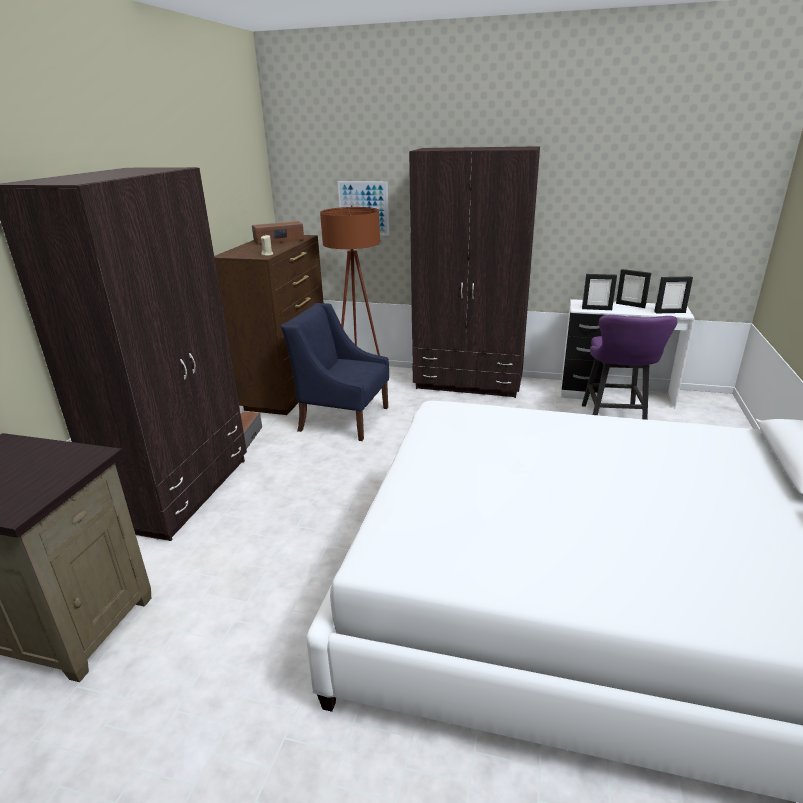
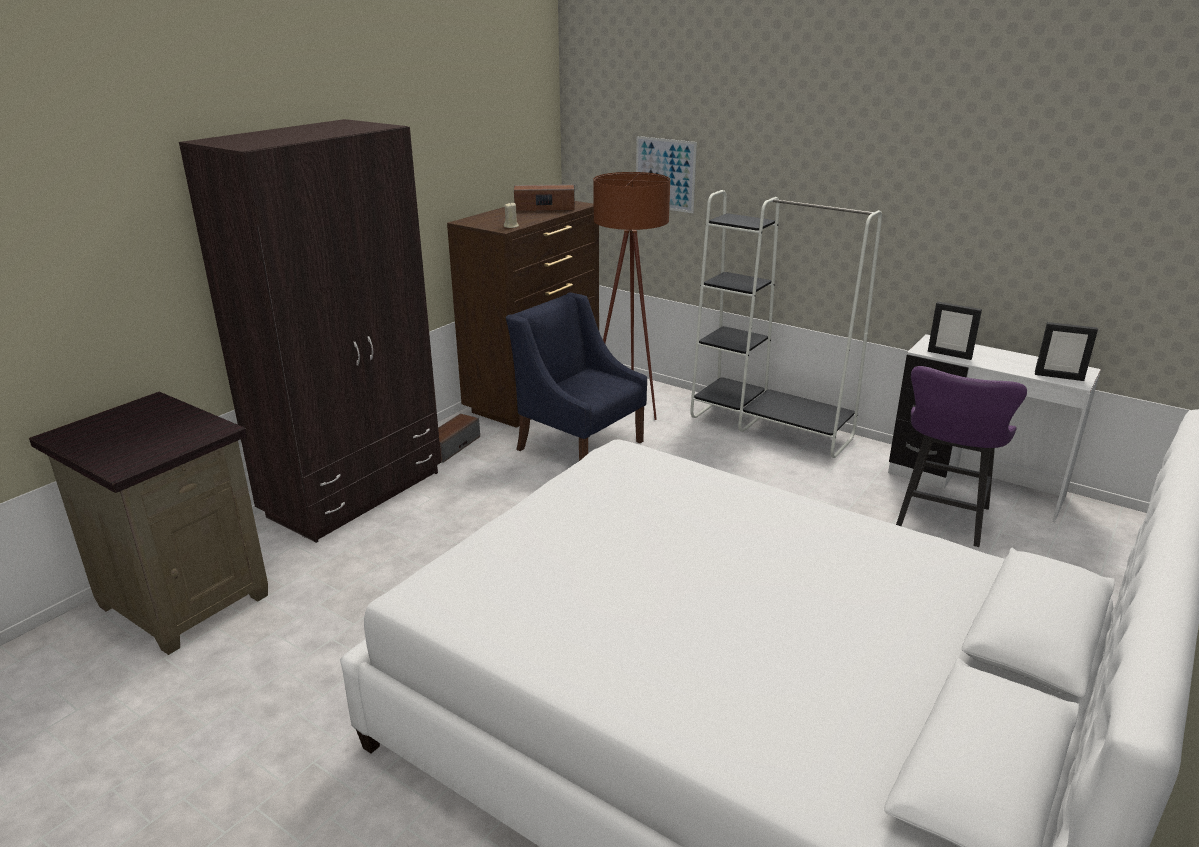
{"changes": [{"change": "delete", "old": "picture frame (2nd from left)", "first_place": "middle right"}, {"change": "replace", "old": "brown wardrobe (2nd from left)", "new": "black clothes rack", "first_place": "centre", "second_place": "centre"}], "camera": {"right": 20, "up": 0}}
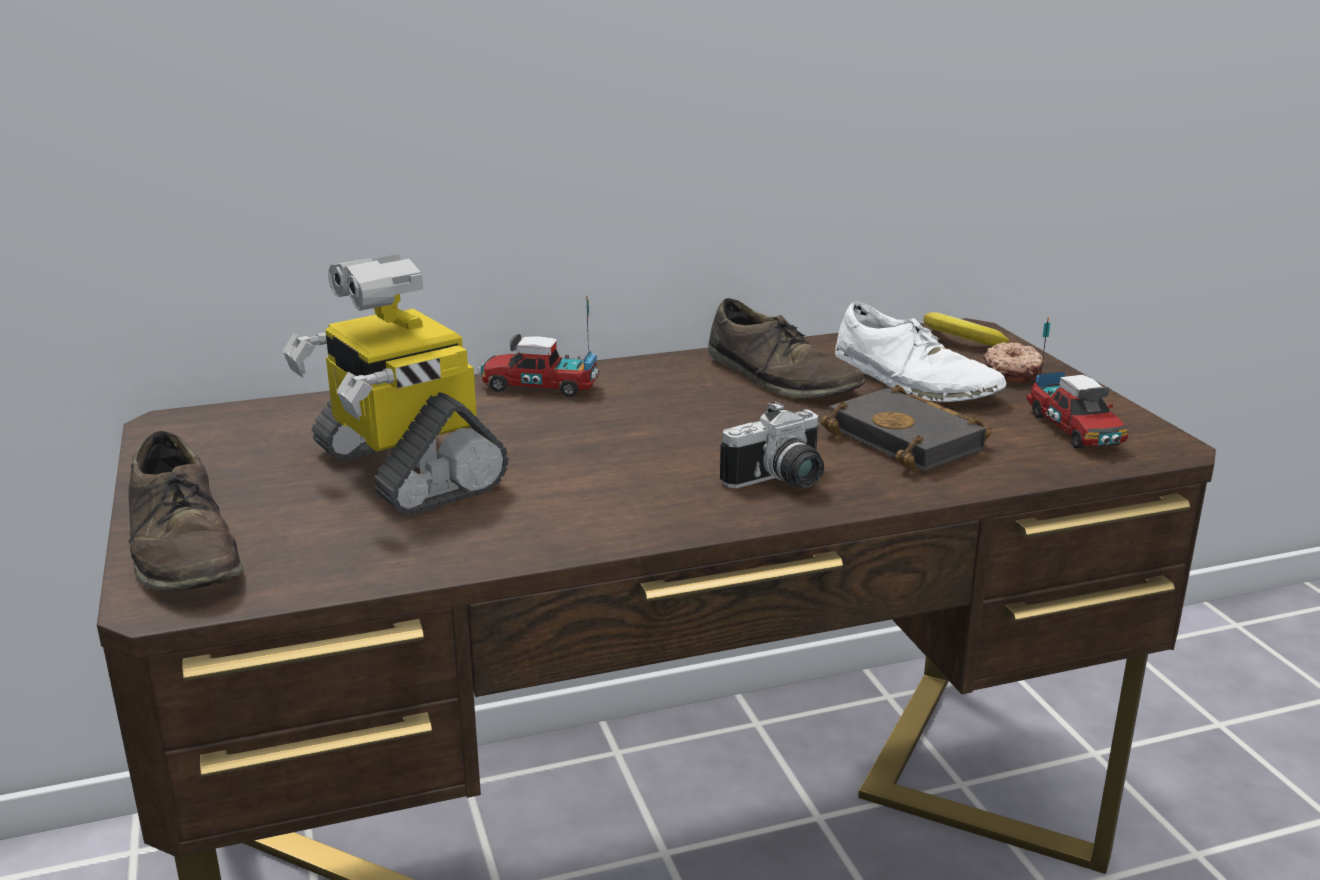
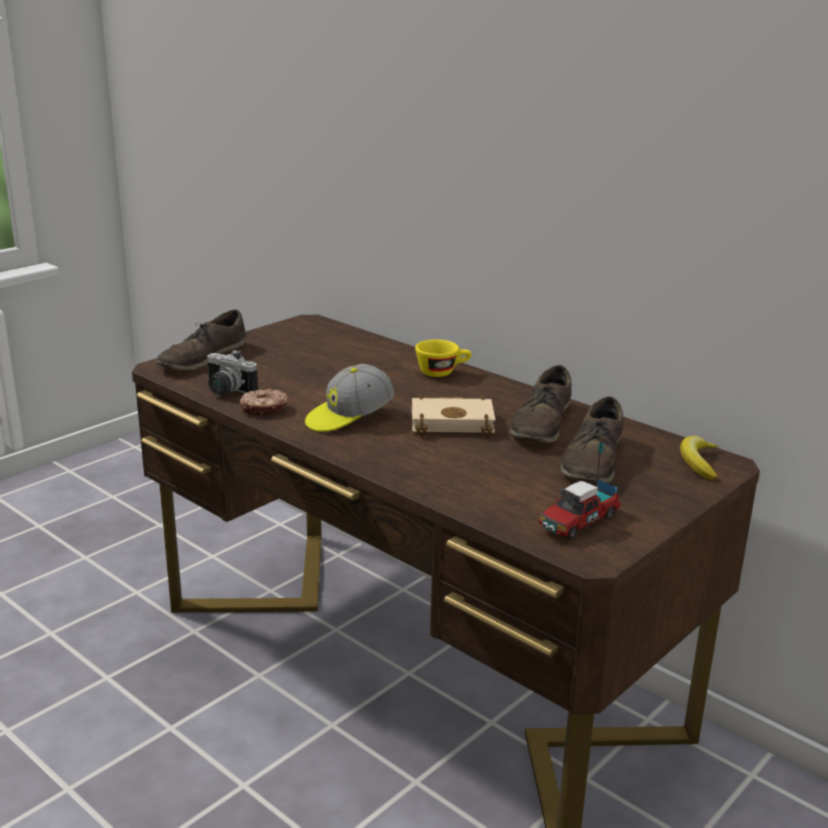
{"changes": [{"change": "delete", "old": "toy robot", "first_place": "middle left"}, {"change": "delete", "old": "black book", "first_place": "middle right"}, {"change": "insert", "new": "cap", "second_place": "centre"}, {"change": "insert", "new": "beige book", "second_place": "centre"}, {"change": "move", "old": "photo camera", "first_place": "centre", "second_place": "middle left"}, {"change": "move", "old": "donut", "first_place": "middle right", "second_place": "middle left"}, {"change": "replace", "old": "toy truck (1st from left)", "new": "yellow cup", "first_place": "centre", "second_place": "centre"}, {"change": "recolor", "old": "white shoe", "new": "brown shoe (3rd from left)", "first_place": "middle right", "second_place": "middle right"}], "camera": {"right": 60, "up": 0}}
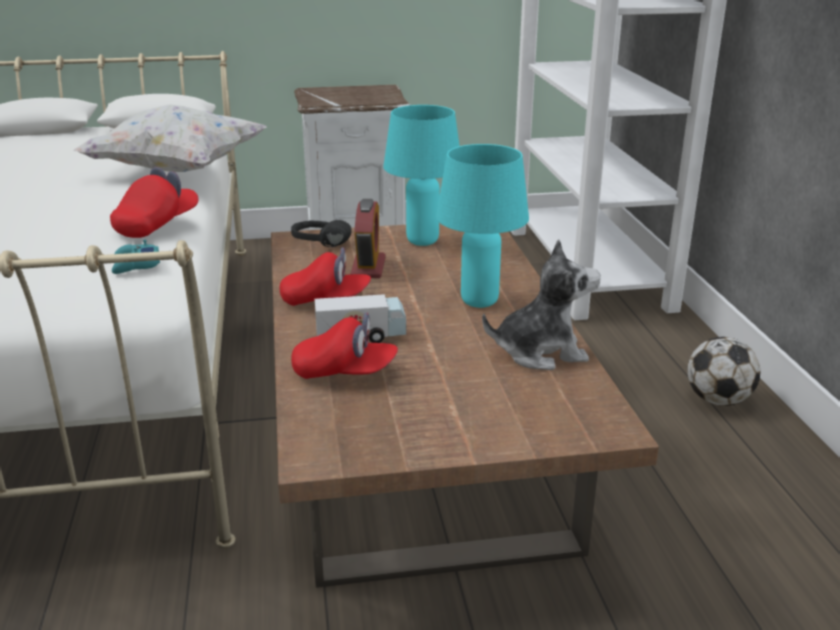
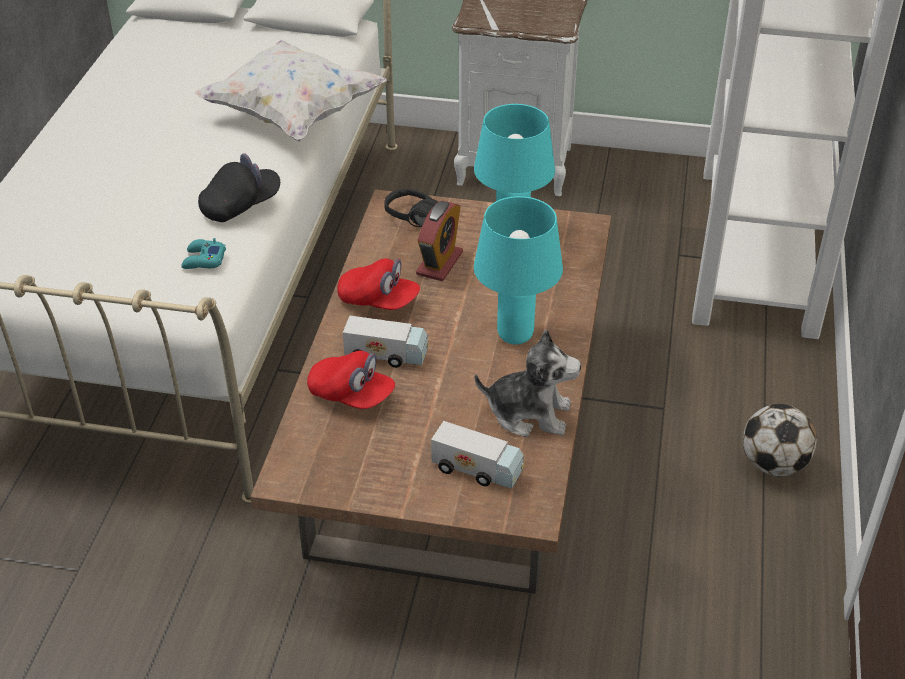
{"changes": [{"change": "insert", "new": "toy truck (2nd from left)", "second_place": "bottom centre"}, {"change": "recolor", "old": "red cap (1st from left)", "new": "black cap", "first_place": "top left", "second_place": "top left"}], "camera": {"right": 20, "up": 15}}
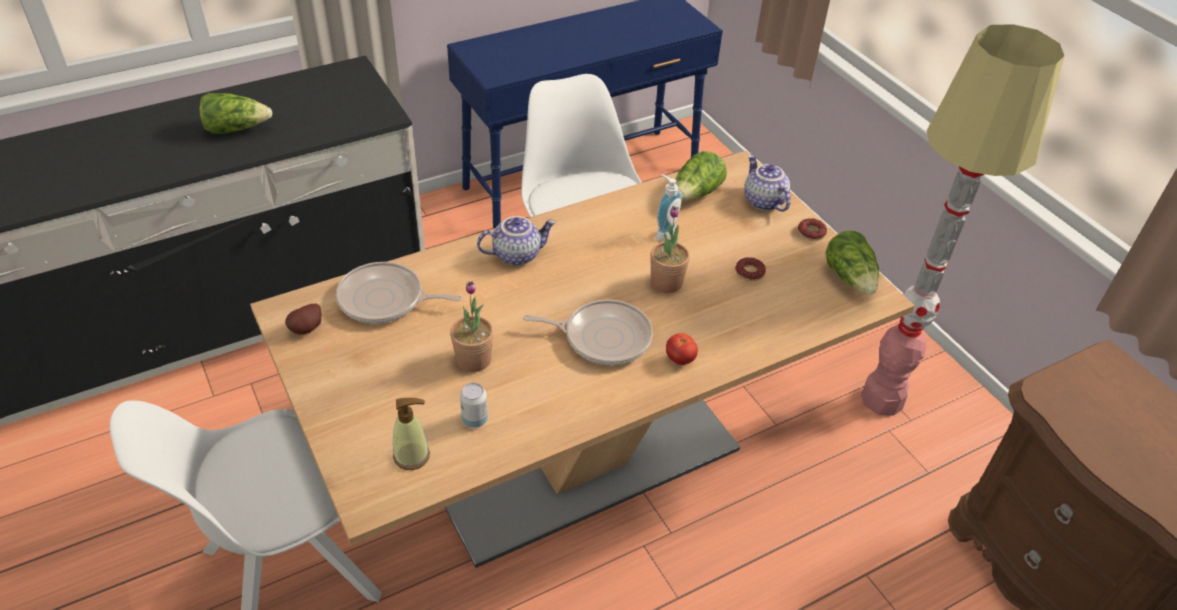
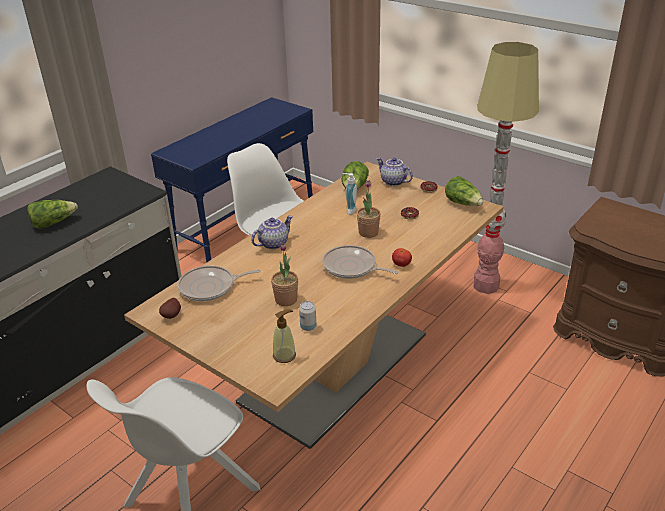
{"changes": [{"change": "rotate", "old": "frying pan (2nd from left)", "first_place": "centre", "second_place": "centre", "degrees": -135}], "camera": {"right": -20, "up": -10}}
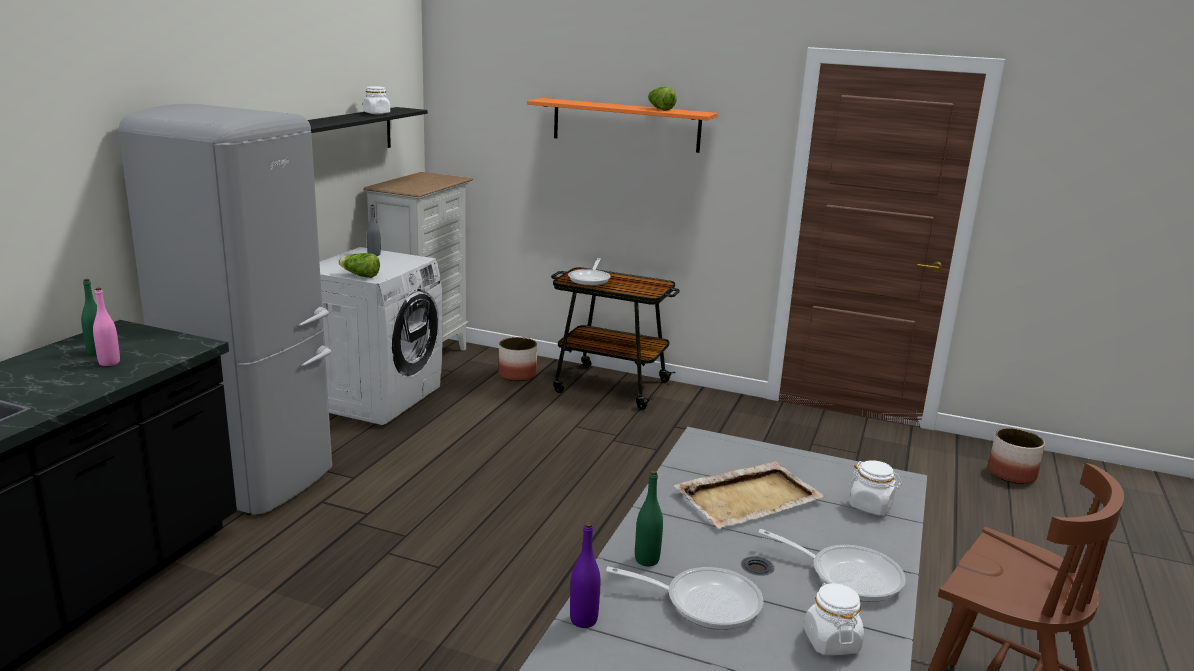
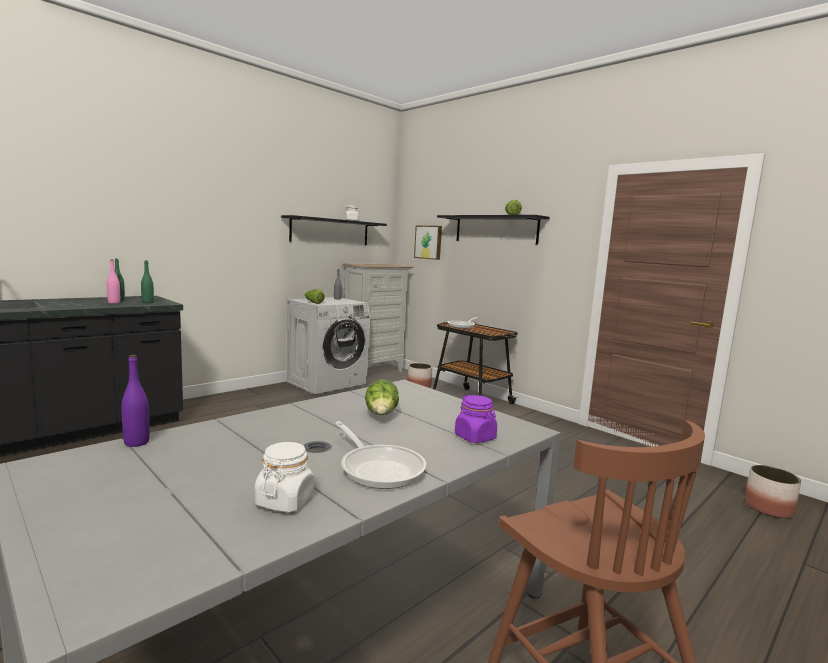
{"changes": [{"change": "delete", "old": "grey fridge", "first_place": "middle left"}, {"change": "delete", "old": "frying pan (2nd from left)", "first_place": "bottom centre"}, {"change": "insert", "new": "picture", "second_place": "centre"}, {"change": "move", "old": "green bottle (2nd from left)", "first_place": "bottom centre", "second_place": "middle left"}, {"change": "replace", "old": "beige tray", "new": "lettuce (2nd from left)", "first_place": "bottom centre", "second_place": "centre"}, {"change": "recolor", "old": "orange shelf", "new": "black shelf (2nd from left)", "first_place": "top centre", "second_place": "centre"}, {"change": "recolor", "old": "white jar (3rd from left)", "new": "purple jar", "first_place": "bottom right", "second_place": "centre"}], "camera": {"right": 25, "up": -10}}
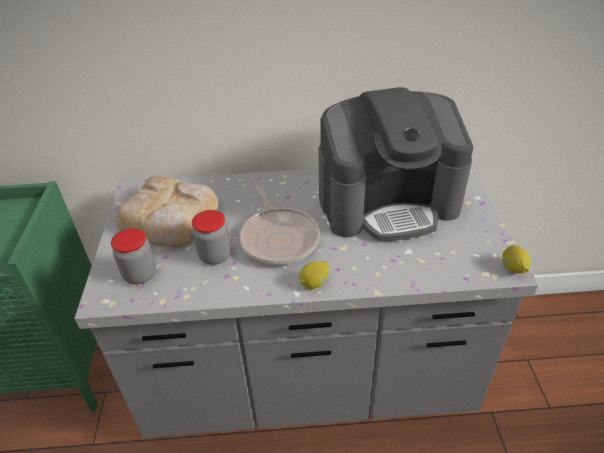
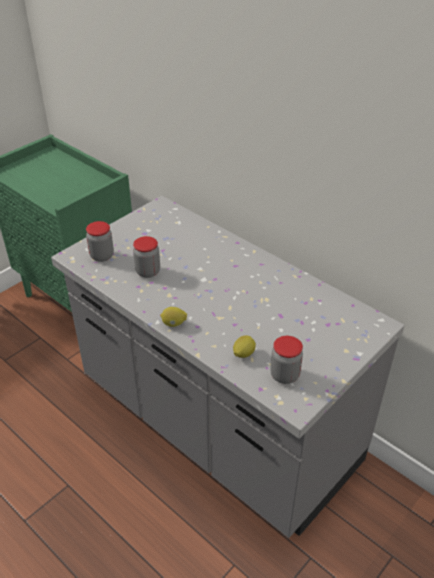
{"changes": [{"change": "delete", "old": "bread", "first_place": "middle left"}, {"change": "delete", "old": "frying pan", "first_place": "centre"}, {"change": "delete", "old": "coffee machine", "first_place": "centre"}, {"change": "insert", "new": "jar (3rd from left)", "second_place": "centre"}, {"change": "move", "old": "lemon (2nd from left)", "first_place": "middle right", "second_place": "centre"}], "camera": {"right": 45, "up": 0}}
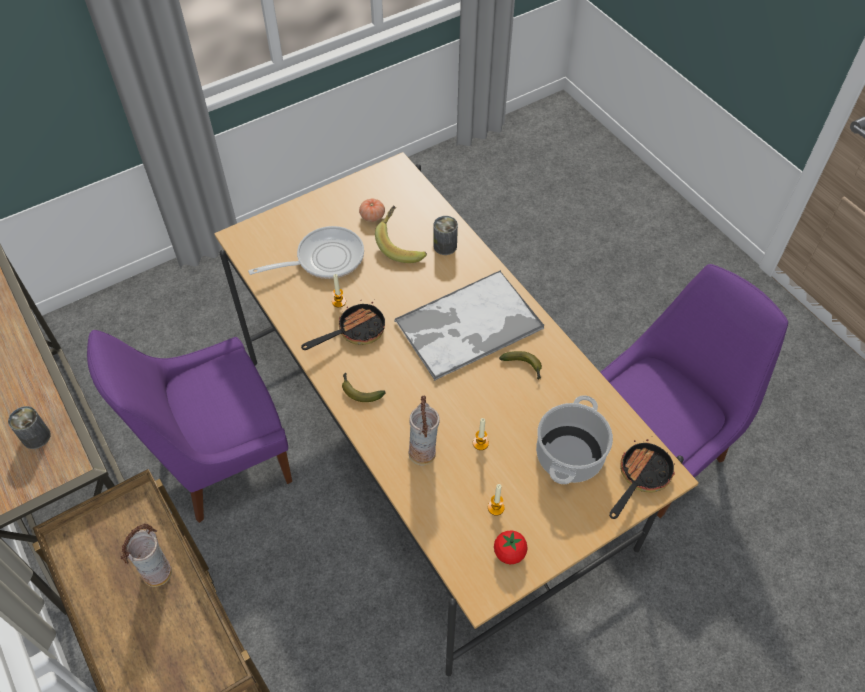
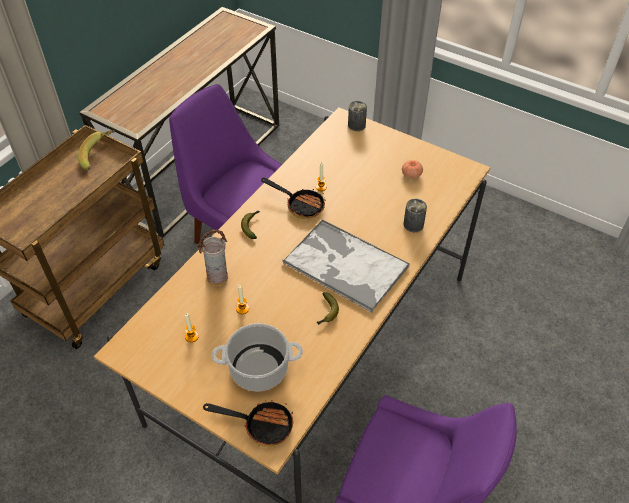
{"changes": [{"change": "delete", "old": "vase (1st from left)", "first_place": "bottom left"}, {"change": "delete", "old": "frying pan (1st from left)", "first_place": "centre"}, {"change": "delete", "old": "tomato (2nd from left)", "first_place": "bottom centre"}, {"change": "move", "old": "can (1st from left)", "first_place": "middle left", "second_place": "top centre"}, {"change": "move", "old": "banana (2nd from left in the first image)", "new": "banana (1st from left)", "first_place": "centre", "second_place": "top left"}], "camera": {"right": 65, "up": -5}}
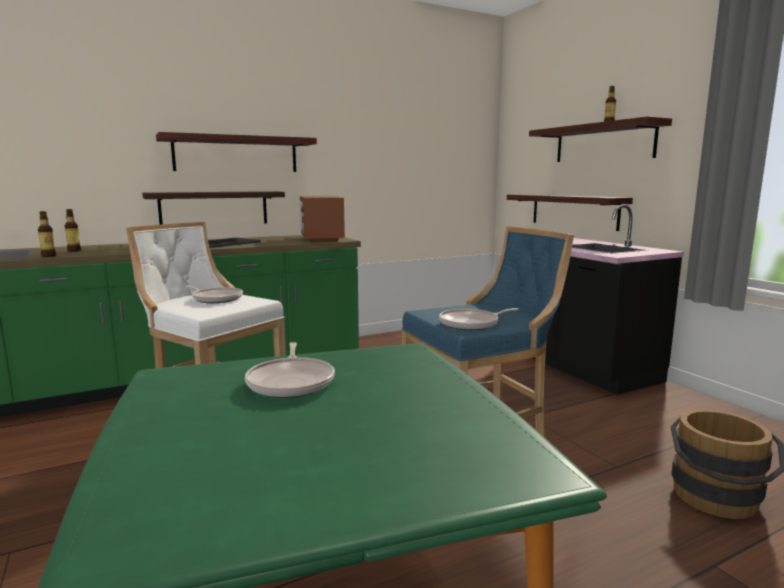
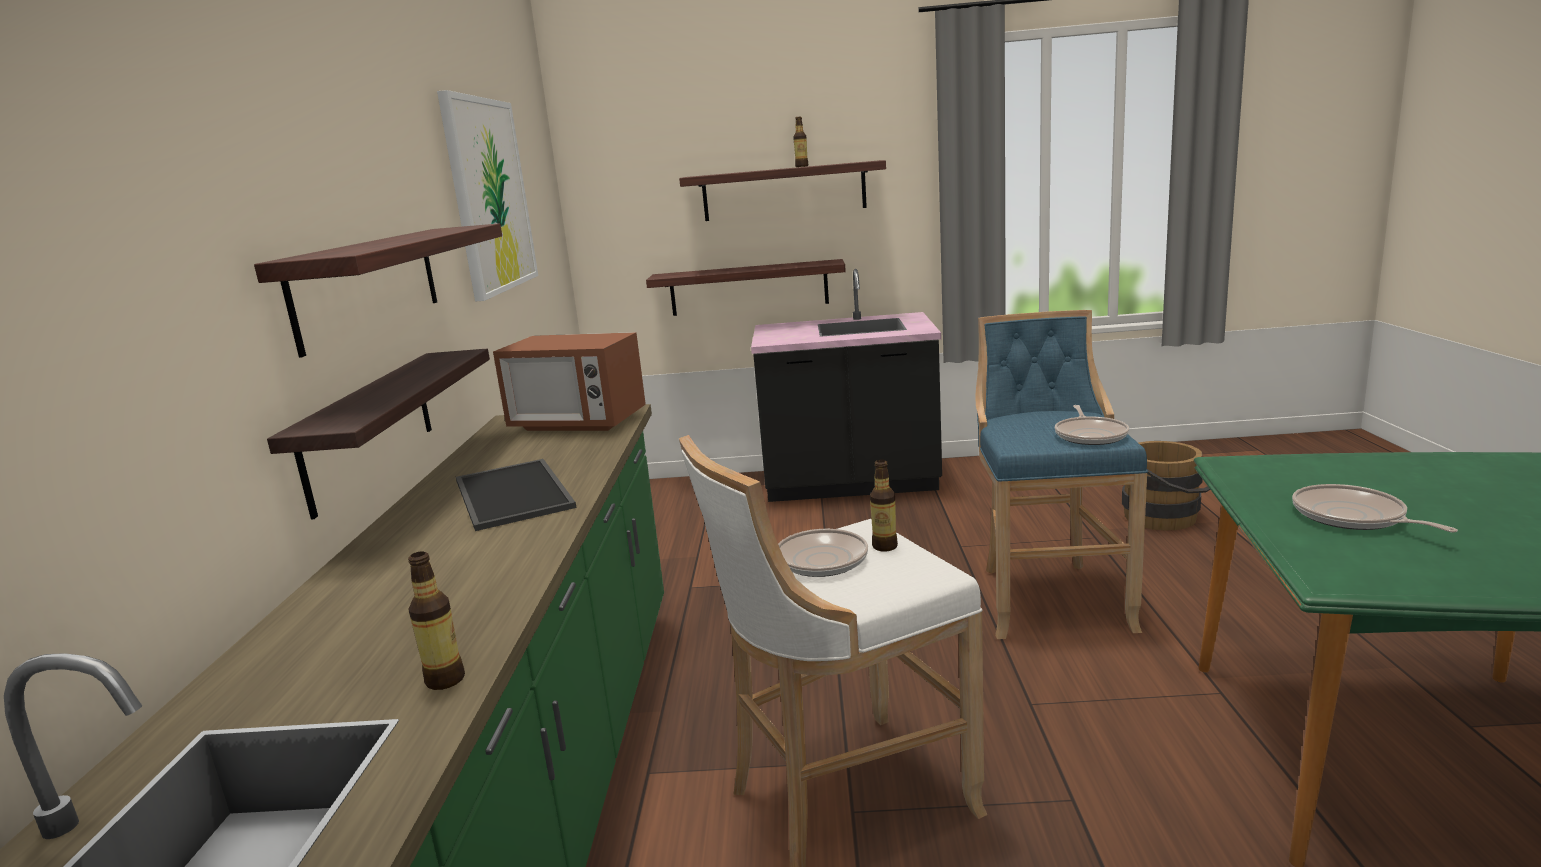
{"changes": [{"change": "insert", "new": "picture", "second_place": "top left"}, {"change": "move", "old": "bottle (2nd from left in the first image)", "new": "bottle (3rd from left)", "first_place": "middle left", "second_place": "centre"}, {"change": "rotate", "old": "frying pan (2nd from left in the first image)", "first_place": "centre", "second_place": "middle right", "degrees": -135}], "camera": {"right": -60, "up": 5}}
